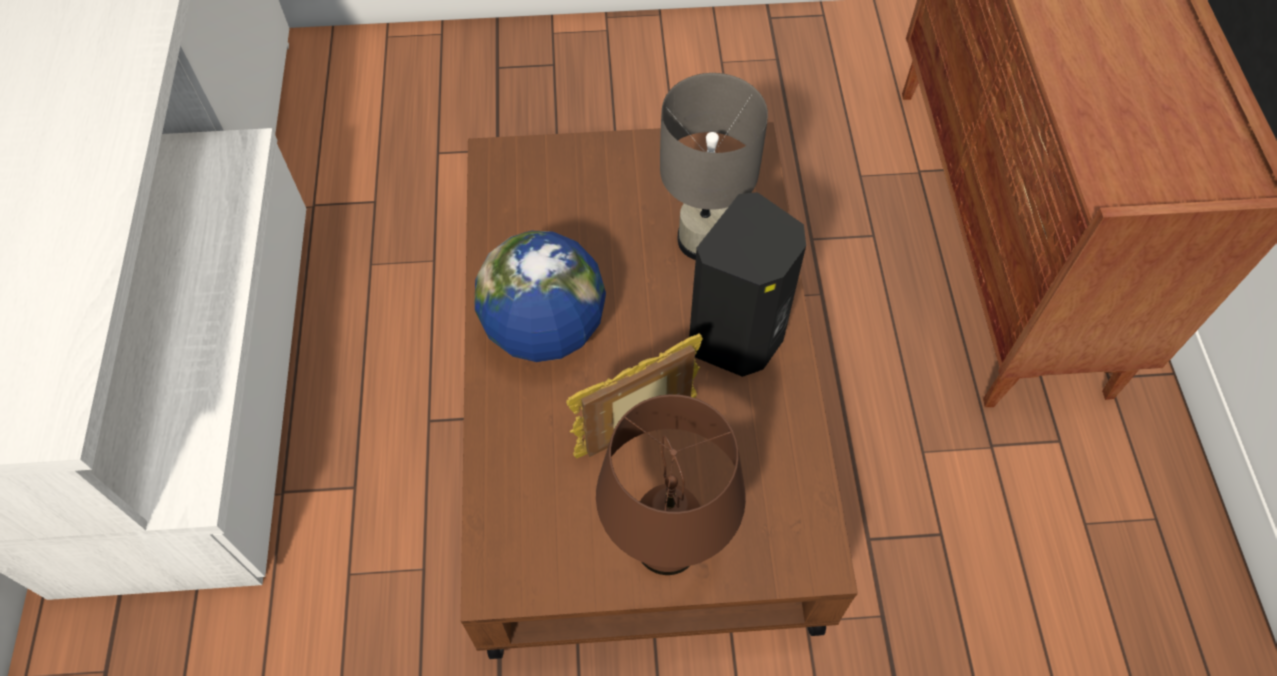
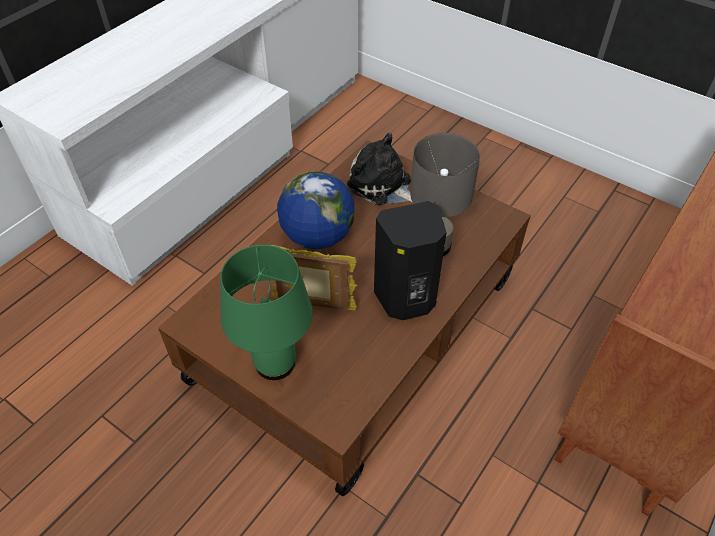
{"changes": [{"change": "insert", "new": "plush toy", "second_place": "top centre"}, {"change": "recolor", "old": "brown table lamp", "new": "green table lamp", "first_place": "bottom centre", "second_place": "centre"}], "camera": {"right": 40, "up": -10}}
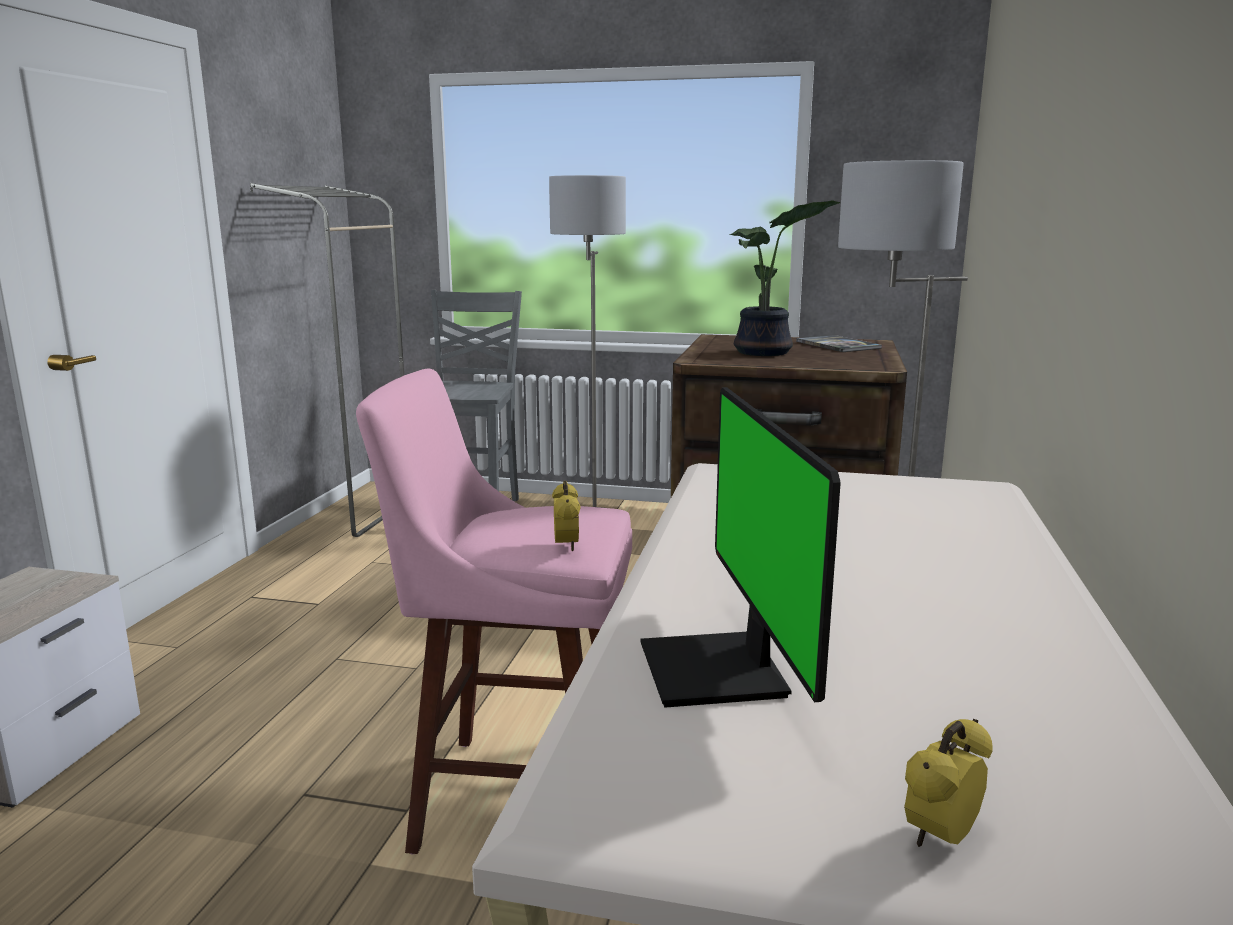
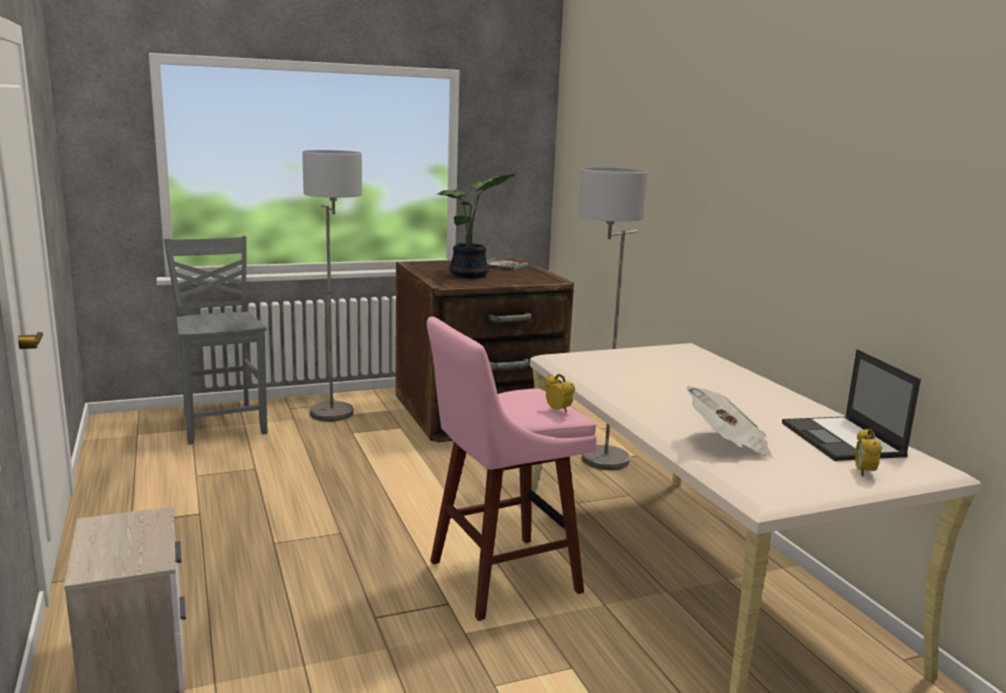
{"changes": [{"change": "delete", "old": "grey clothes rack", "first_place": "middle left"}, {"change": "insert", "new": "laptop", "second_place": "middle right"}, {"change": "replace", "old": "monitor", "new": "newspaper", "first_place": "centre", "second_place": "middle right"}], "camera": {"right": -35, "up": 0}}
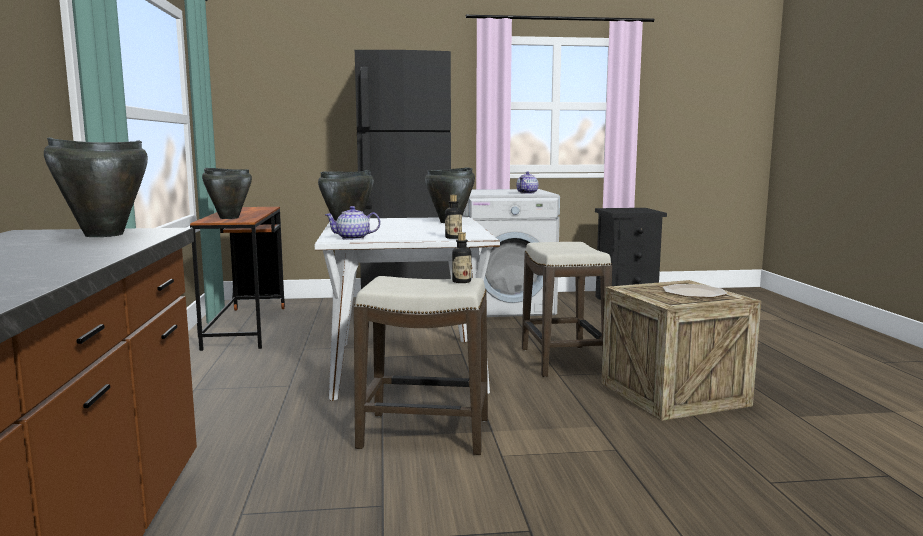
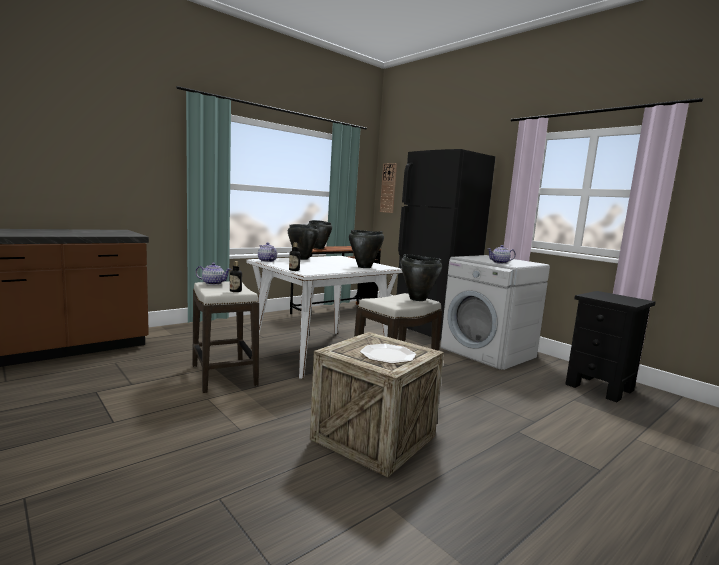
{"changes": [{"change": "insert", "new": "teapot (1st from left)", "second_place": "middle left"}, {"change": "insert", "new": "wall clock", "second_place": "top centre"}, {"change": "move", "old": "black cooking pot (1st from left in the first image)", "new": "black cooking pot (4th from left)", "first_place": "middle left", "second_place": "centre"}], "camera": {"right": 55, "up": 0}}
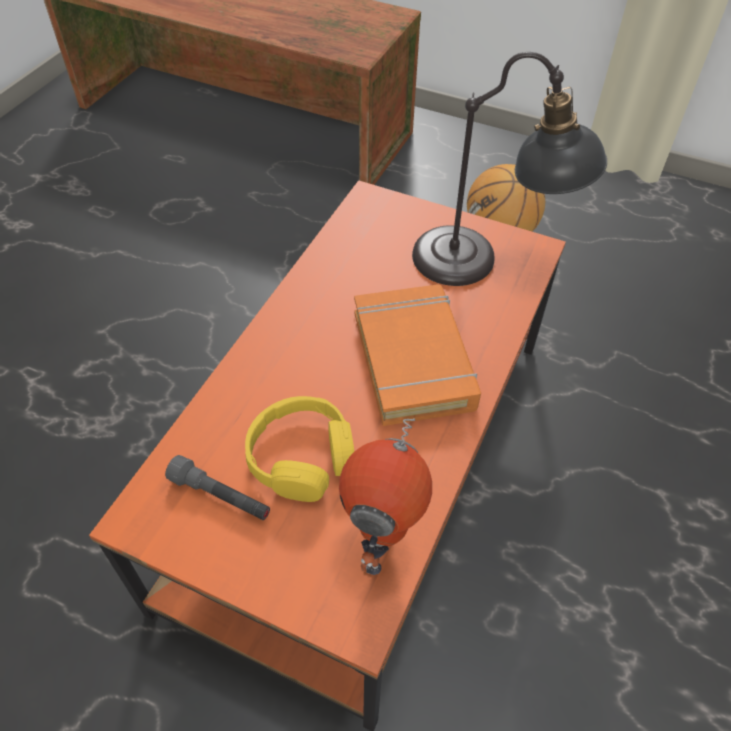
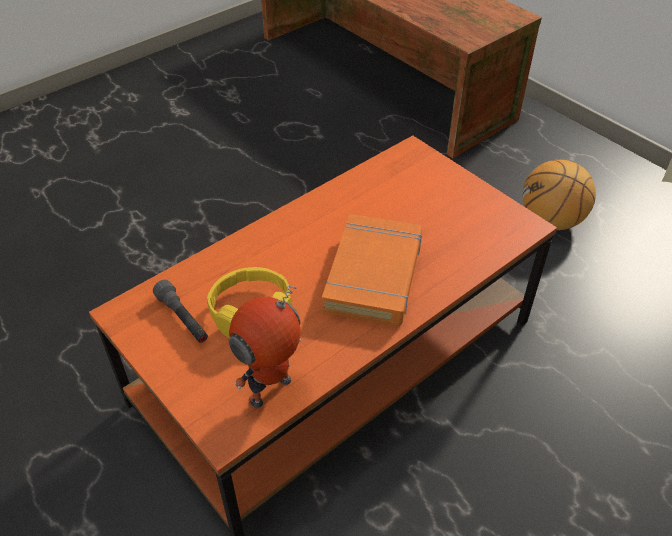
{"changes": [{"change": "delete", "old": "grey table lamp", "first_place": "top right"}], "camera": {"right": 25, "up": -5}}
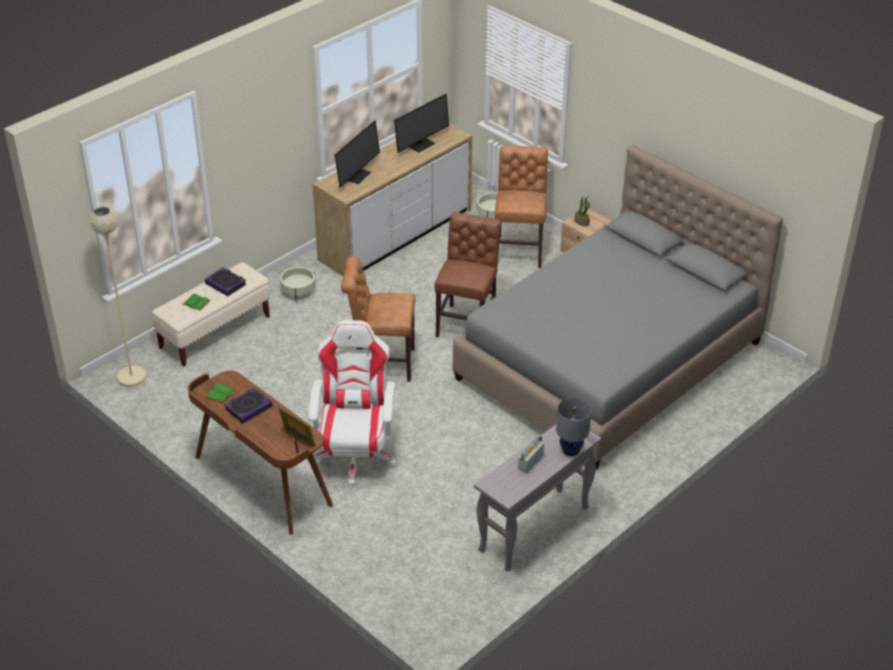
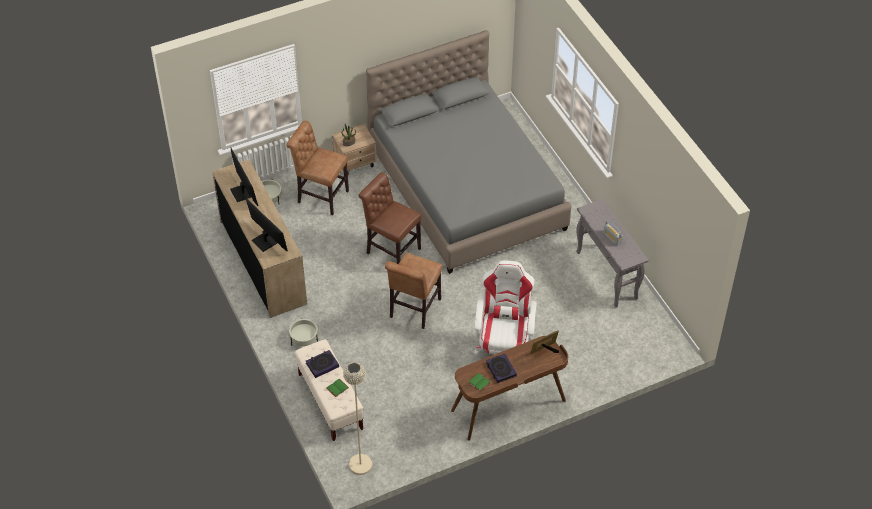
{"changes": [{"change": "delete", "old": "grey table lamp", "first_place": "centre"}, {"change": "rotate", "old": "white office chair", "first_place": "centre", "second_place": "centre", "degrees": 75}], "camera": {"right": -70, "up": 10}}
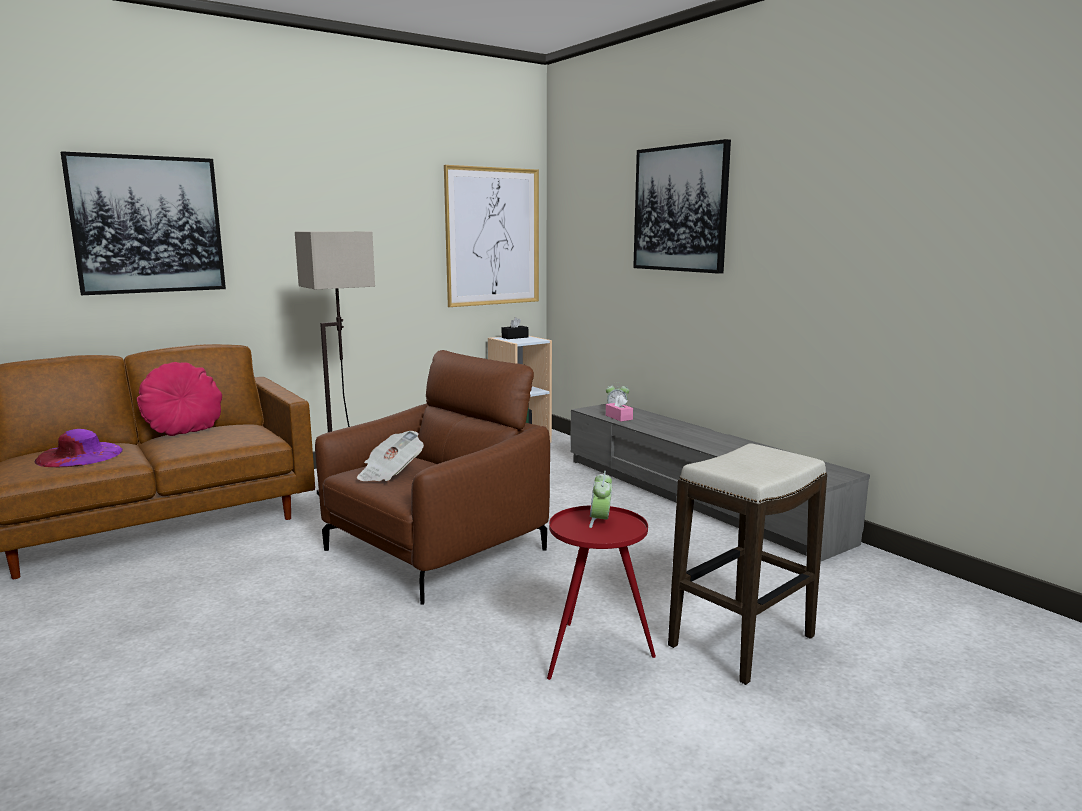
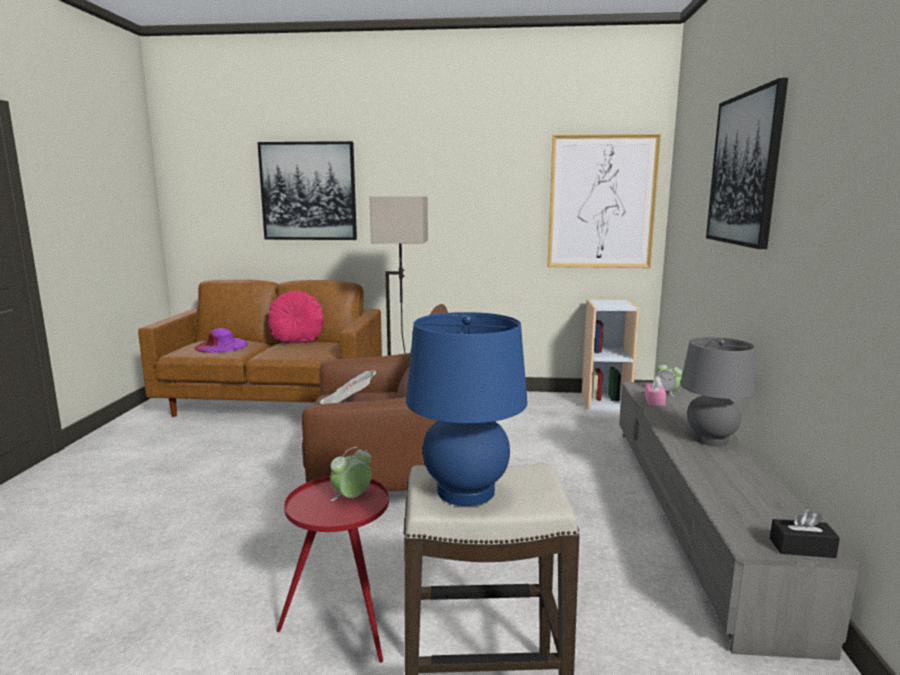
{"changes": [{"change": "insert", "new": "blue table lamp", "second_place": "centre"}, {"change": "insert", "new": "grey table lamp", "second_place": "middle right"}, {"change": "move", "old": "black tissue box", "first_place": "centre", "second_place": "bottom right"}], "camera": {"right": 40, "up": 0}}
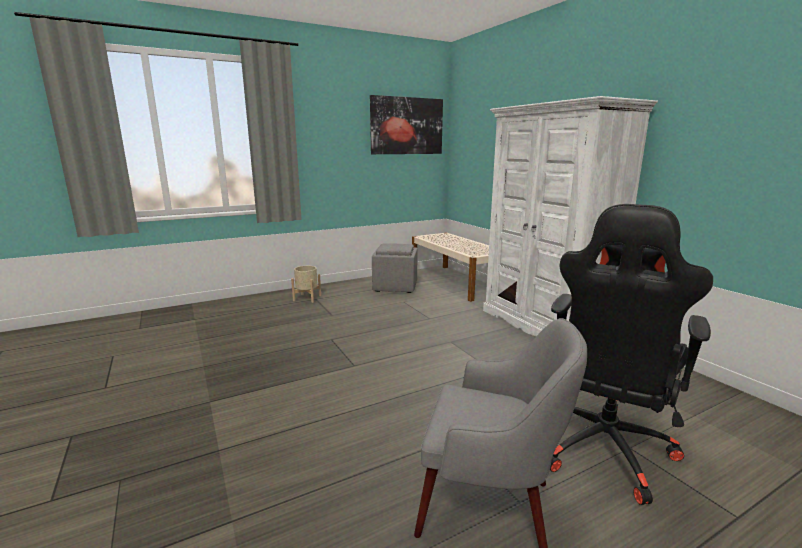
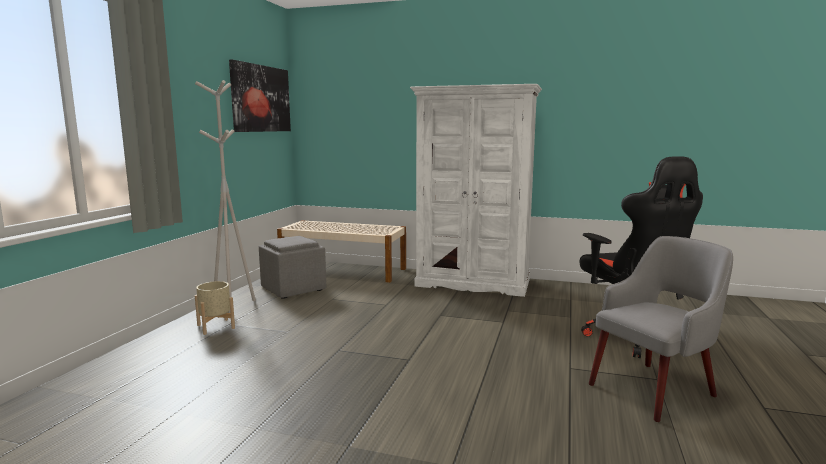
{"changes": [{"change": "insert", "new": "grey clothes rack", "second_place": "middle left"}], "camera": {"right": -45, "up": -5}}
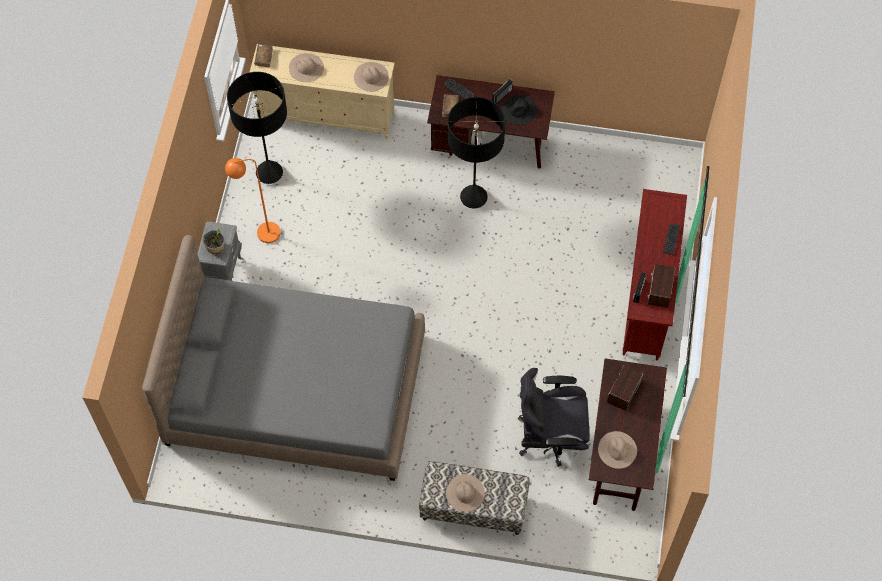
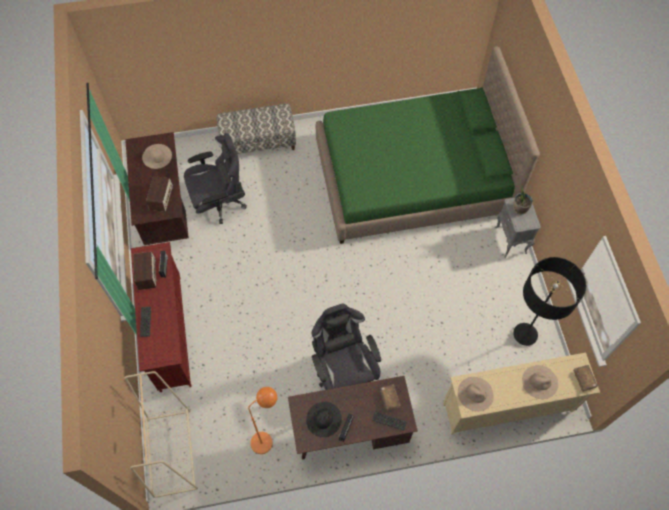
{"changes": [{"change": "delete", "old": "beige hat (3rd from left)", "first_place": "bottom centre"}, {"change": "insert", "new": "beige clothes rack", "second_place": "bottom left"}, {"change": "move", "old": "orange floor lamp", "first_place": "middle left", "second_place": "bottom centre"}, {"change": "replace", "old": "black floor lamp (2nd from left)", "new": "black office chair (2nd from left)", "first_place": "top centre", "second_place": "bottom centre"}, {"change": "recolor", "old": "grey bed", "new": "green bed", "first_place": "middle left", "second_place": "top centre"}], "camera": {"right": 160, "up": 0}}
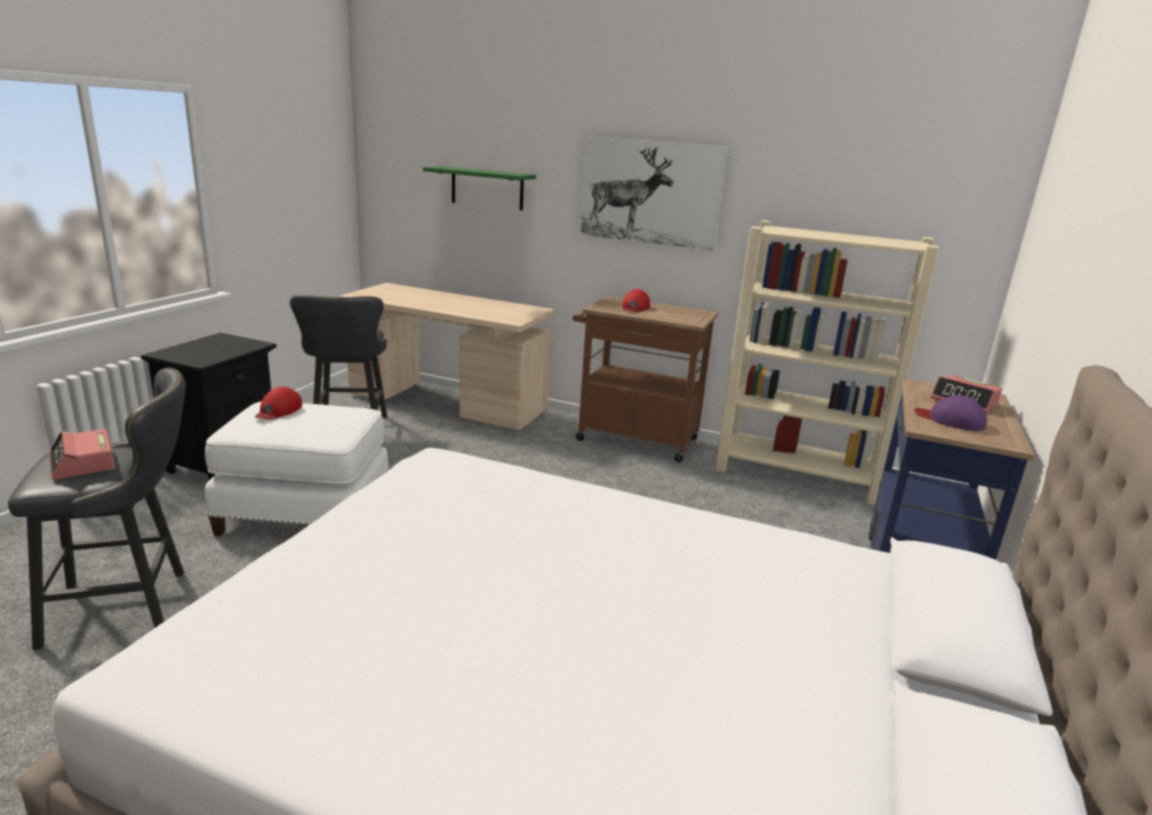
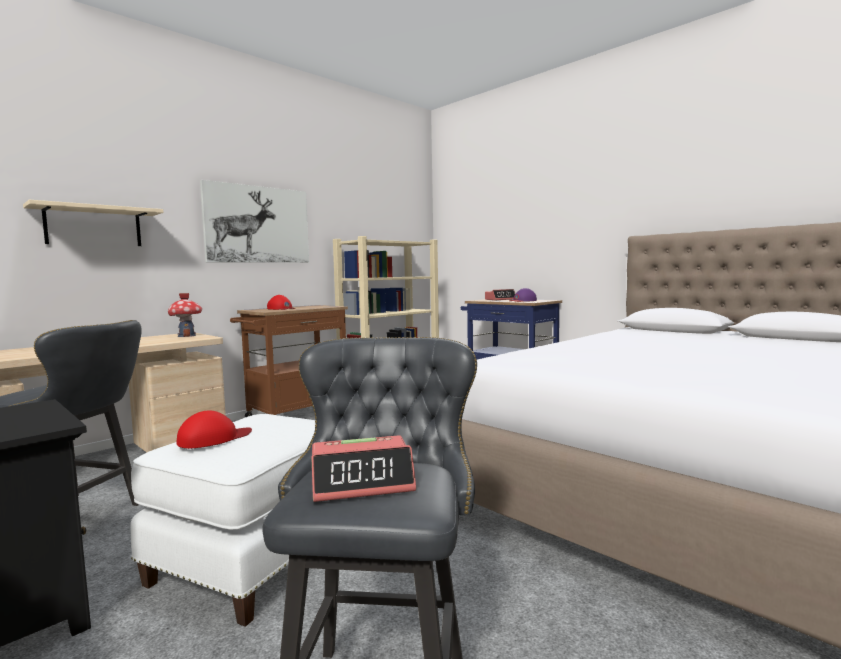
{"changes": [{"change": "insert", "new": "toy house", "second_place": "middle left"}, {"change": "recolor", "old": "green shelf", "new": "beige shelf", "first_place": "top centre", "second_place": "middle left"}, {"change": "rotate", "old": "red cap (1st from left)", "first_place": "middle left", "second_place": "middle left", "degrees": -75}], "camera": {"right": -65, "up": -15}}
